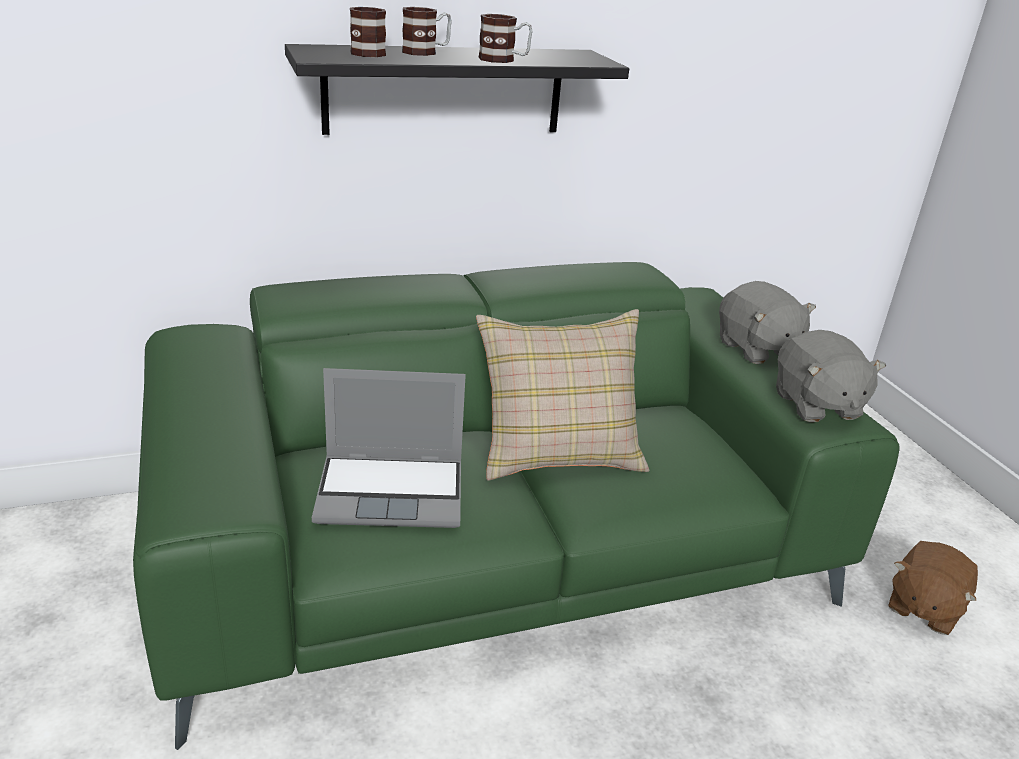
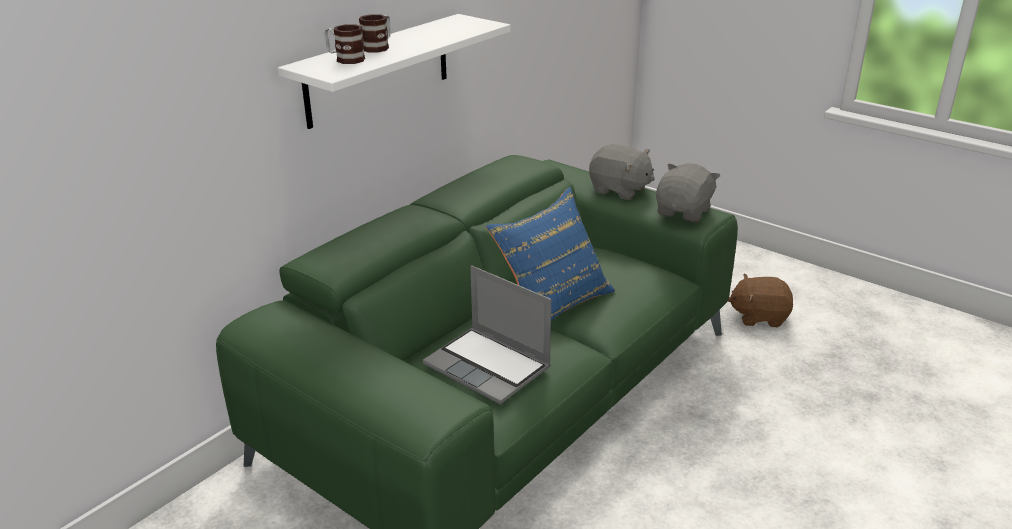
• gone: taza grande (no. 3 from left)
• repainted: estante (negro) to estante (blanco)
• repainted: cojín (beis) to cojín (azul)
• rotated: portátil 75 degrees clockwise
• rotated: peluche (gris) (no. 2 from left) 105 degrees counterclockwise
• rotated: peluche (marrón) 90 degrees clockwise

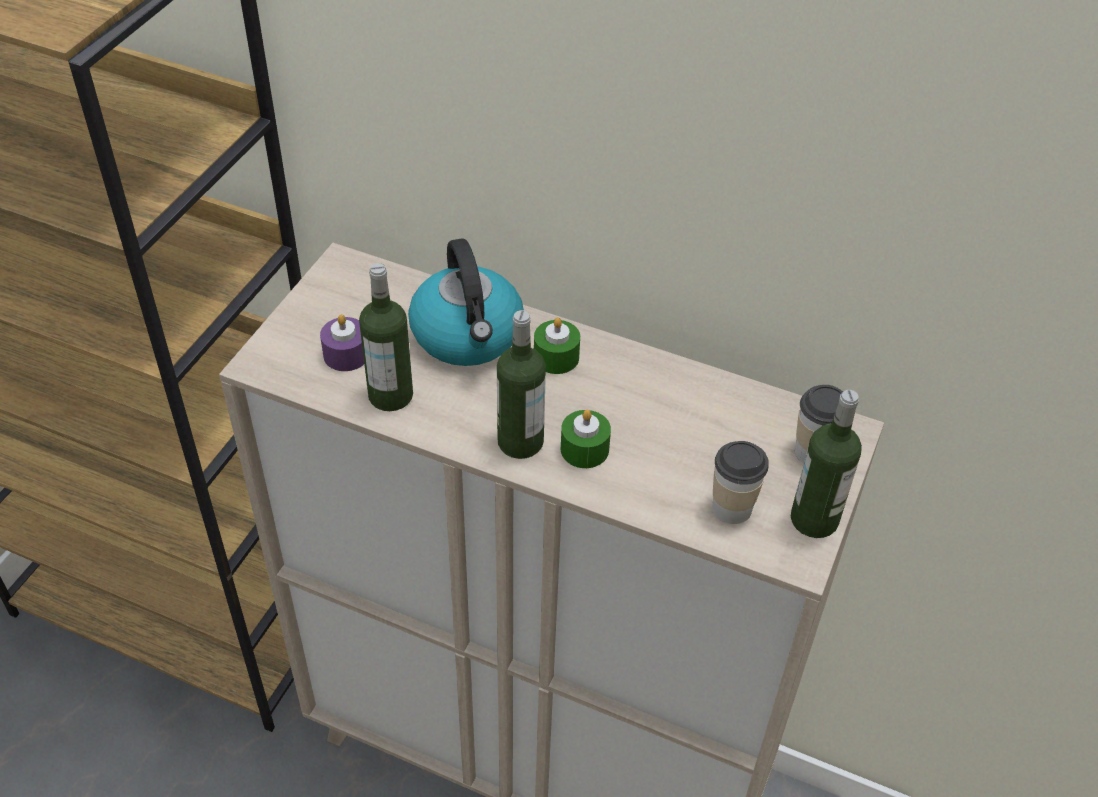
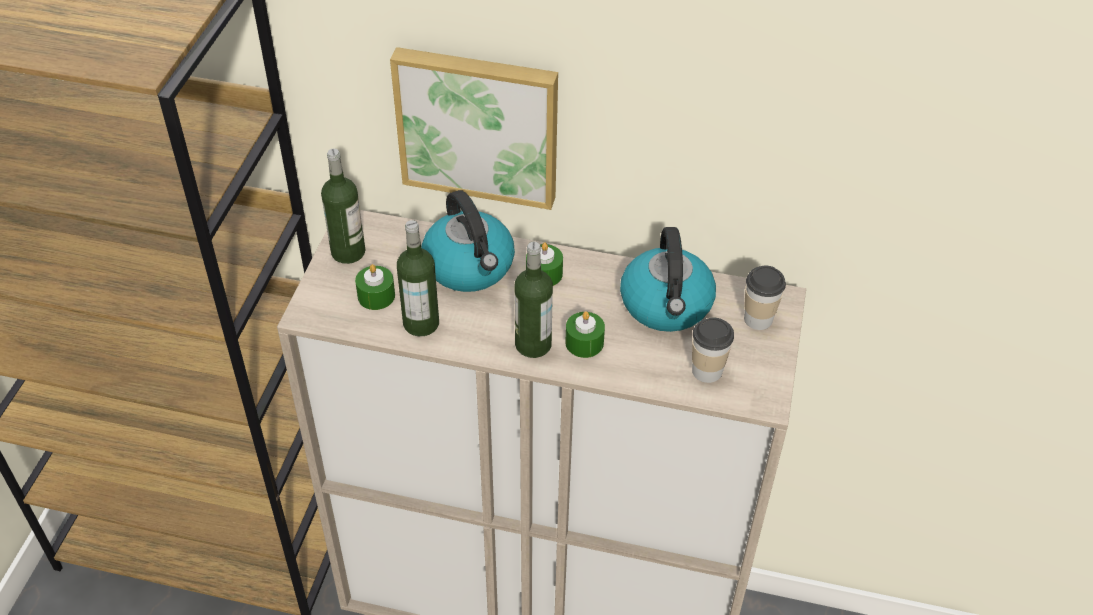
• new: cuadro
• new: hervidor (no. 2 from left)
• shifted: botella (no. 3 from left in the first image) to botella (no. 1 from left)
• repainted: vela (morado) to vela (verde) (no. 1 from left)

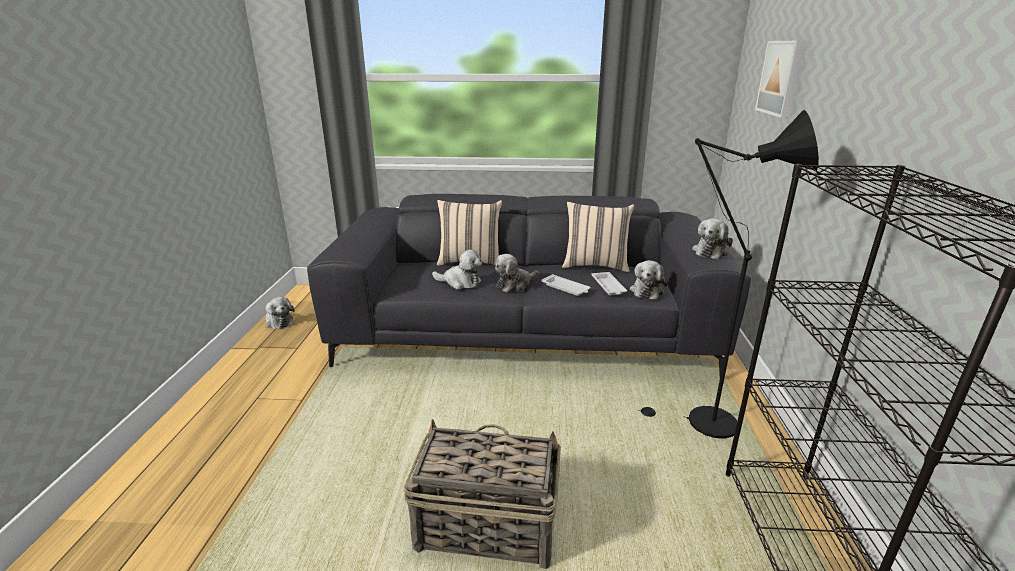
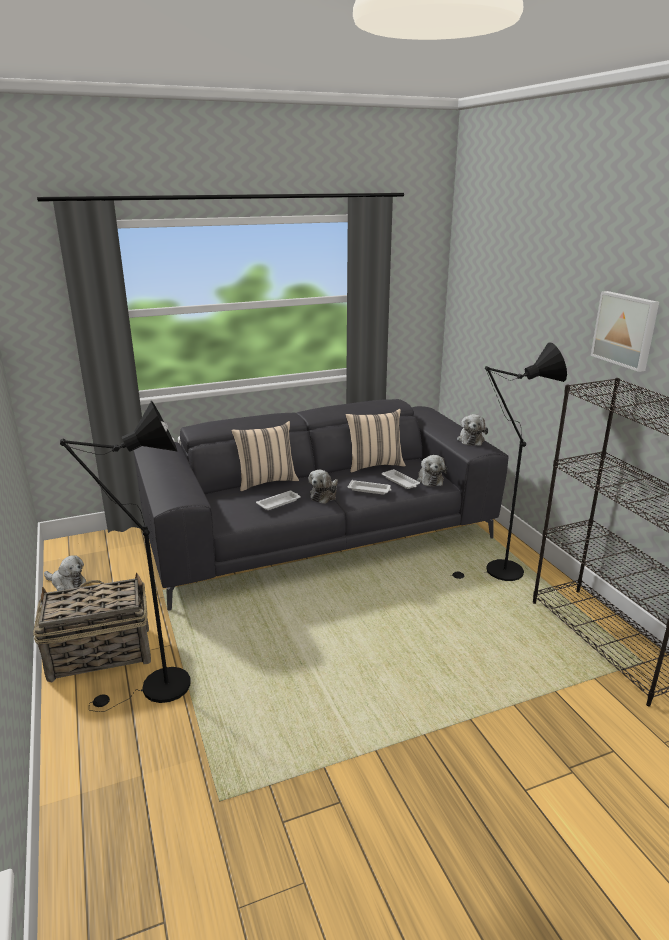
• new: lámpara de pie (negro) (no. 1 from left)
• shifted: cesta
• shifted: cuadro
• swapped: peluche (no. 2 from left) to bandeja (blanco) (no. 1 from left)

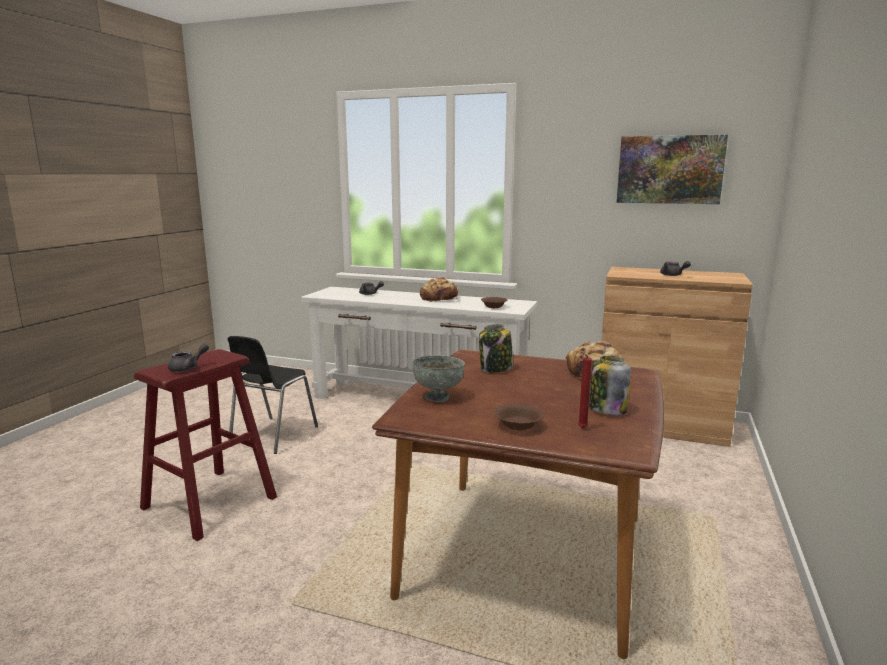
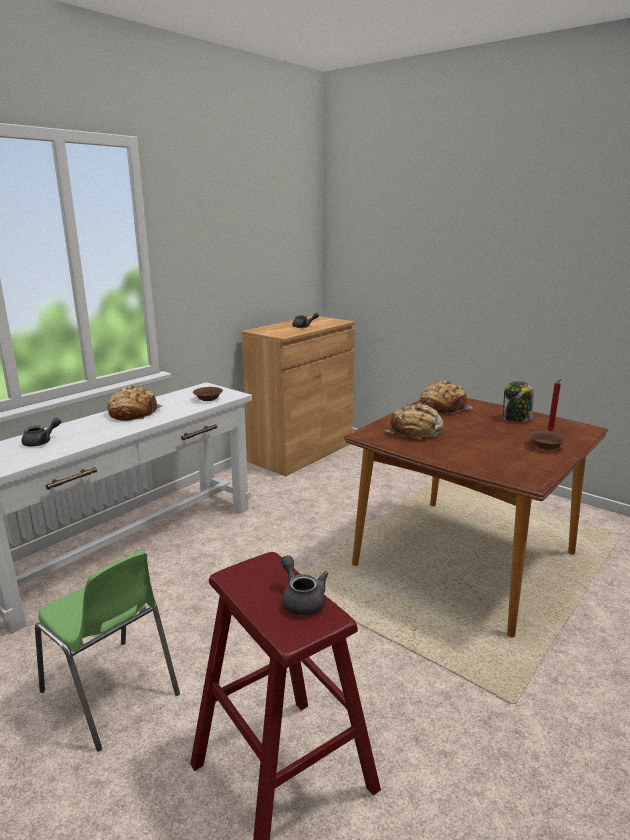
• gone: cuenco (gris)
• gone: cuadro
• swapped: tarro (no. 1 from left) to pan (no. 2 from left)
• repainted: silla (negro) to silla (verde)

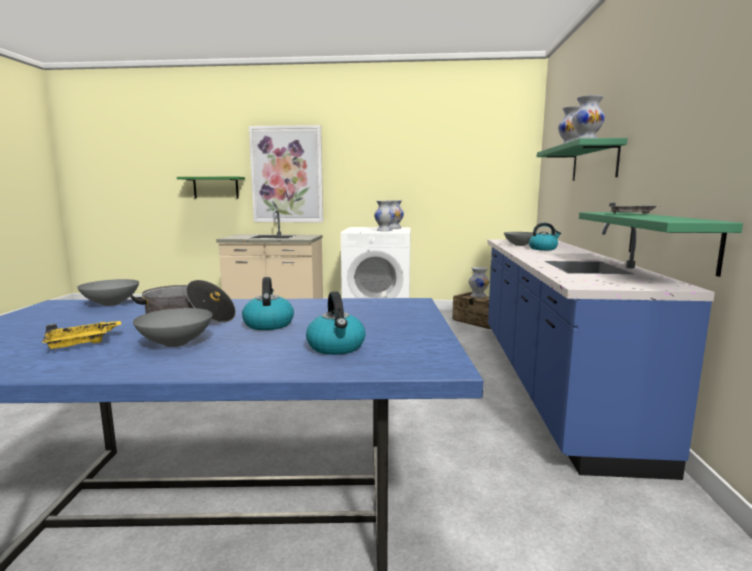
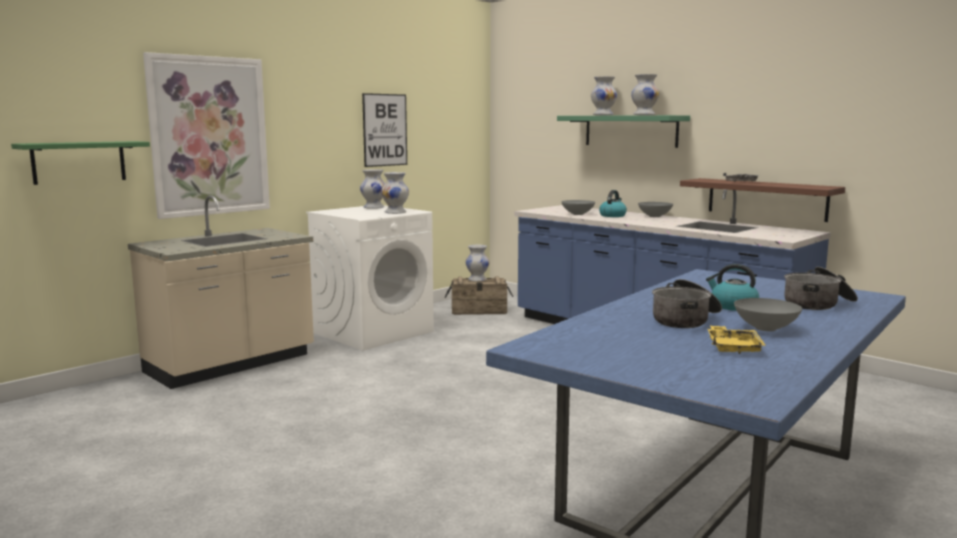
• new: cuadro (no. 2 from left)
• shifted: cuenco (gris) (no. 1 from left in the first image) to cuenco (gris) (no. 2 from left)
• swapped: hervidor (no. 2 from left) to olla (no. 2 from left)
• repainted: estante (verde) (no. 3 from left) to estante (marrón)

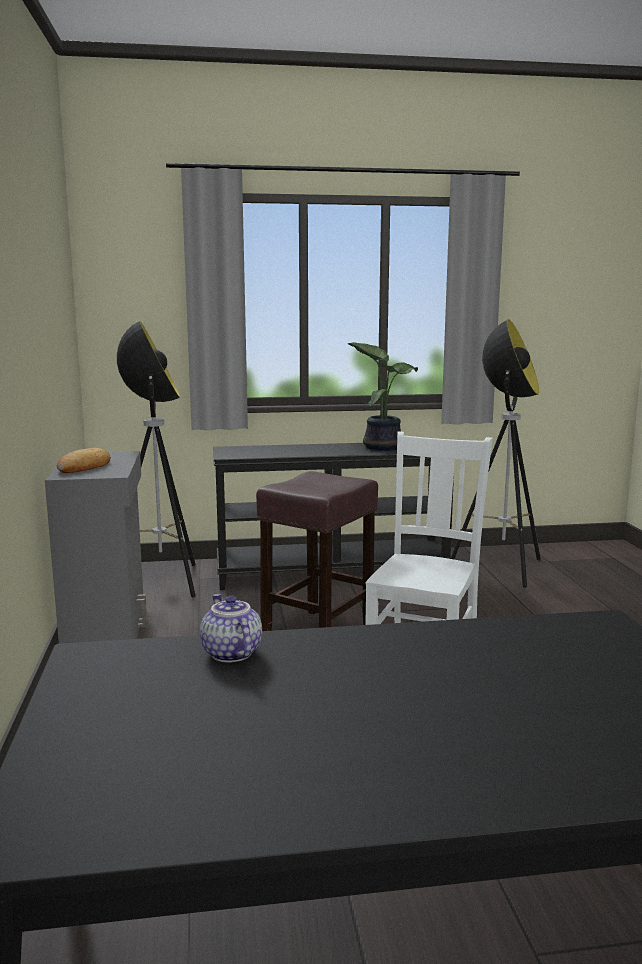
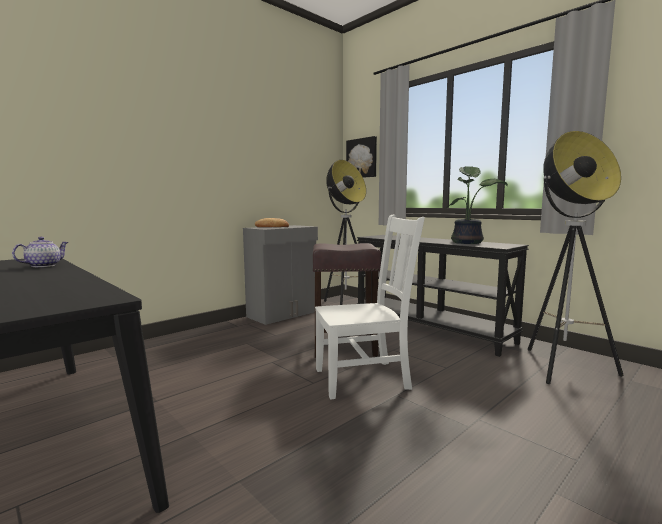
• new: cuadro

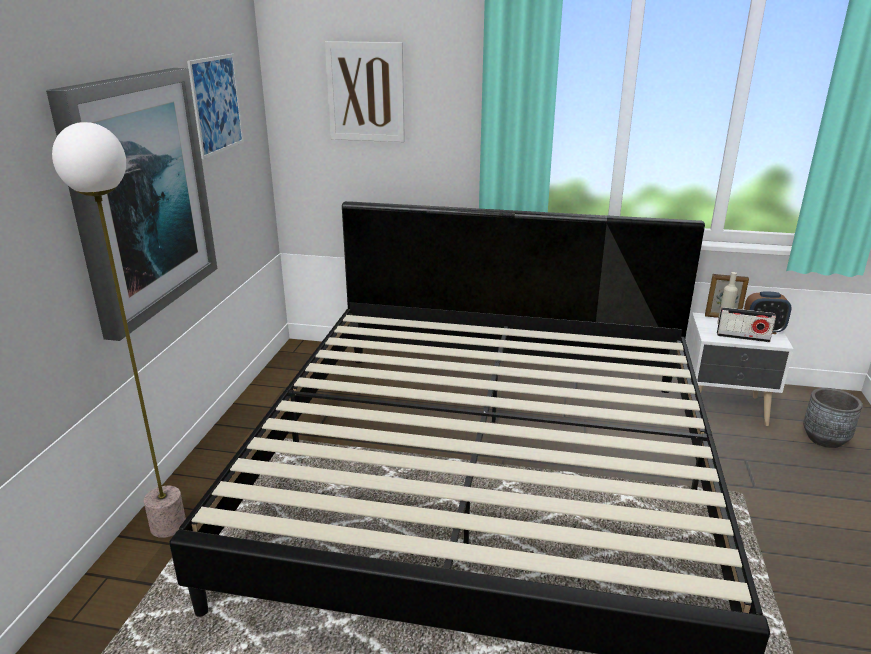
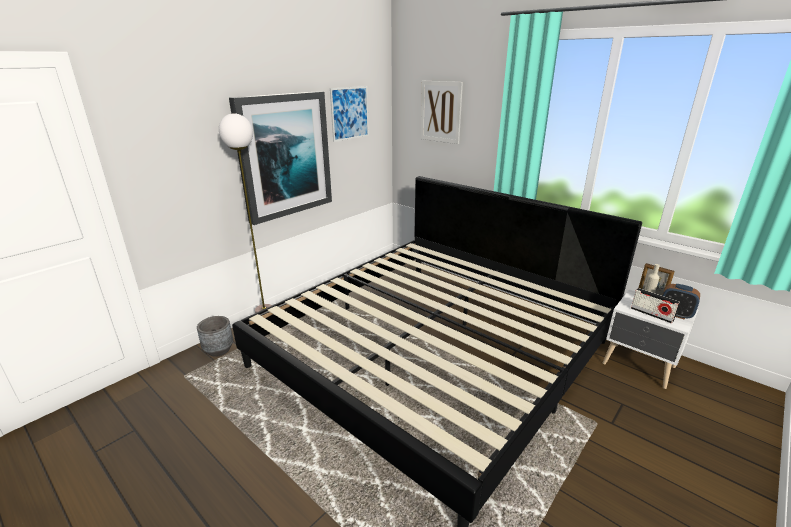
• shifted: maceta (gris)

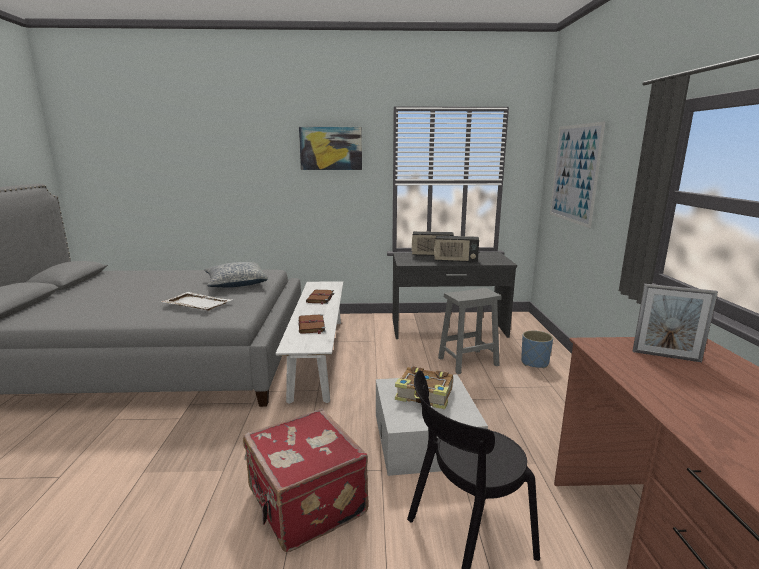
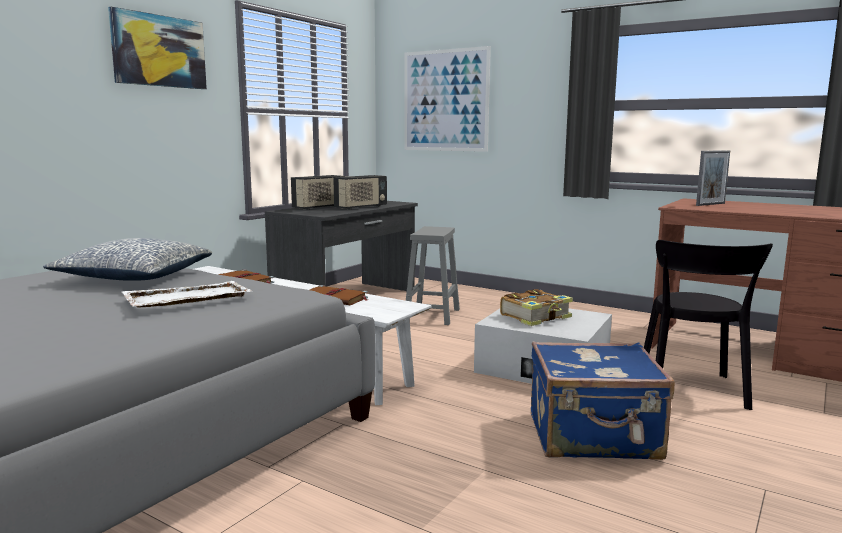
• gone: maceta (azul)
• repainted: maleta (rojo) to maleta (azul)

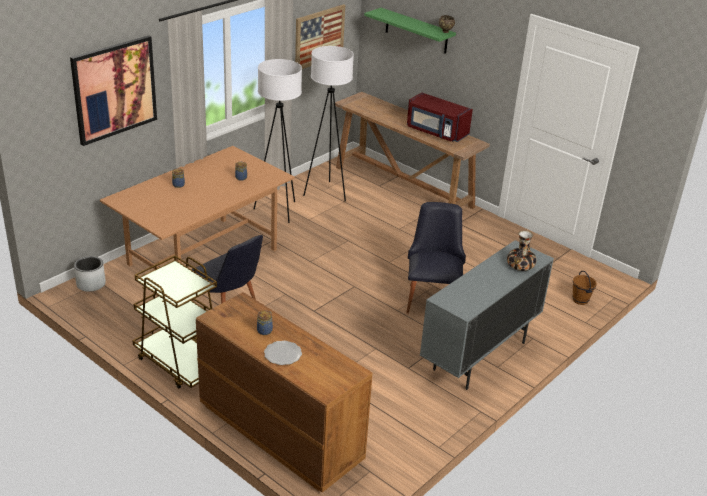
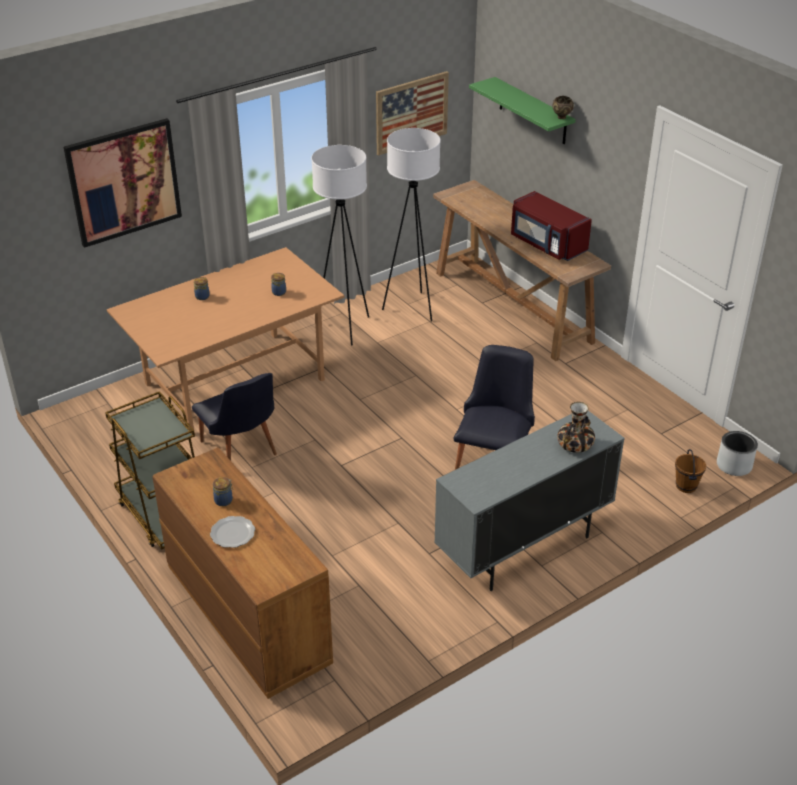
• shifted: maceta (gris)

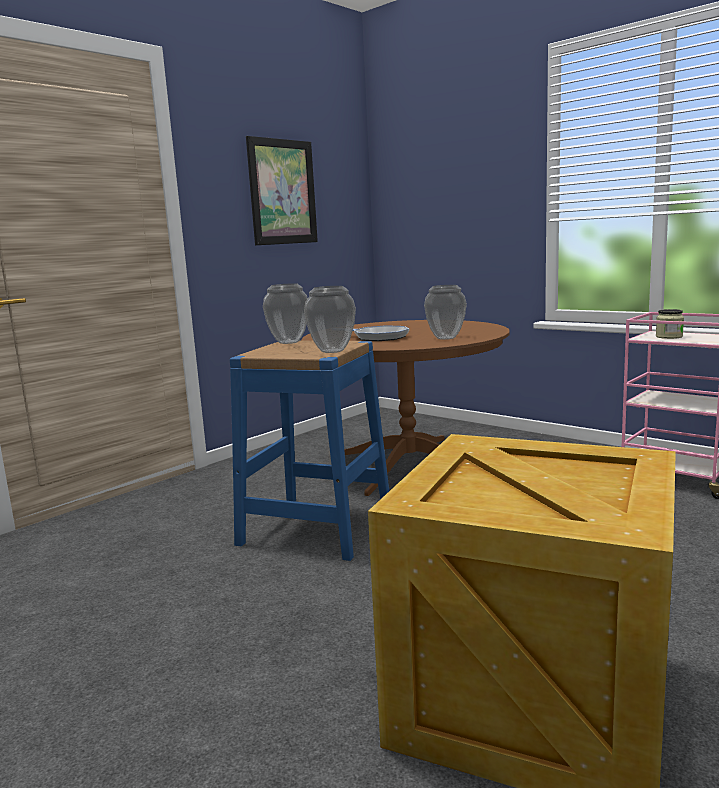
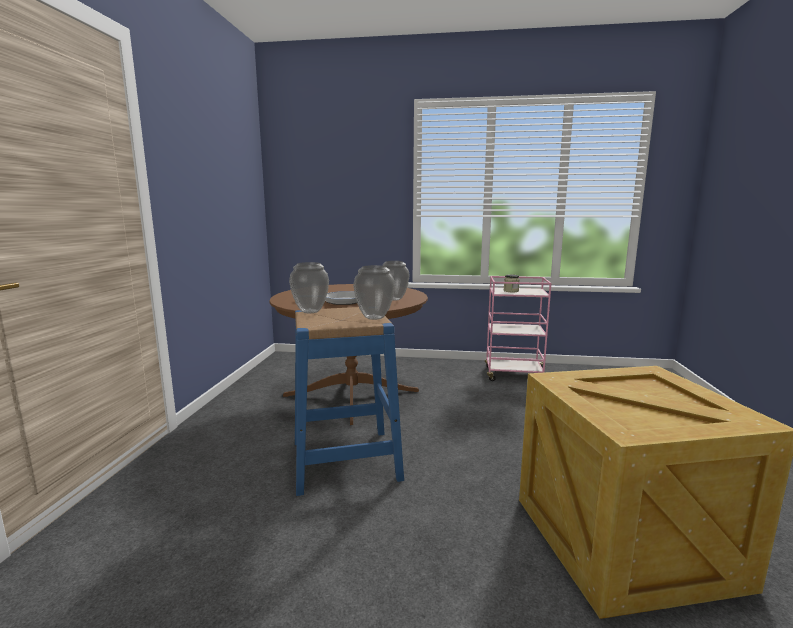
• gone: cuadro

